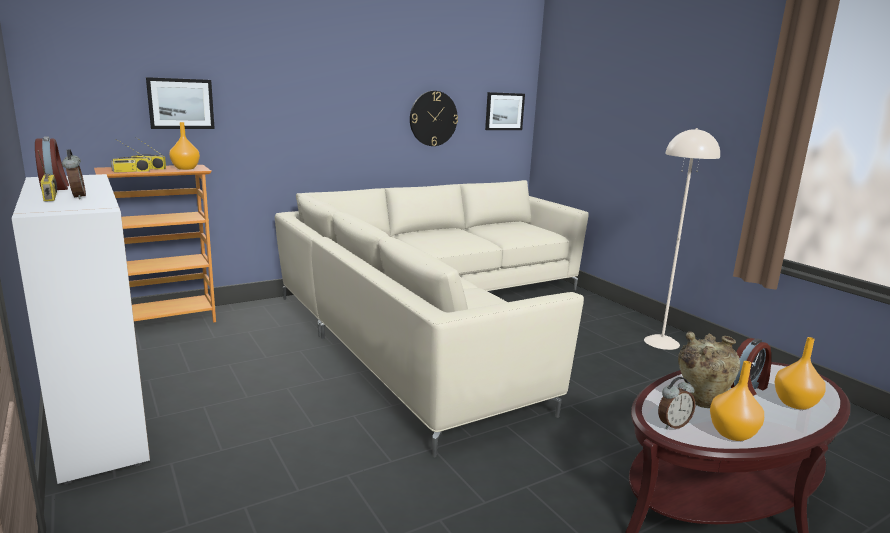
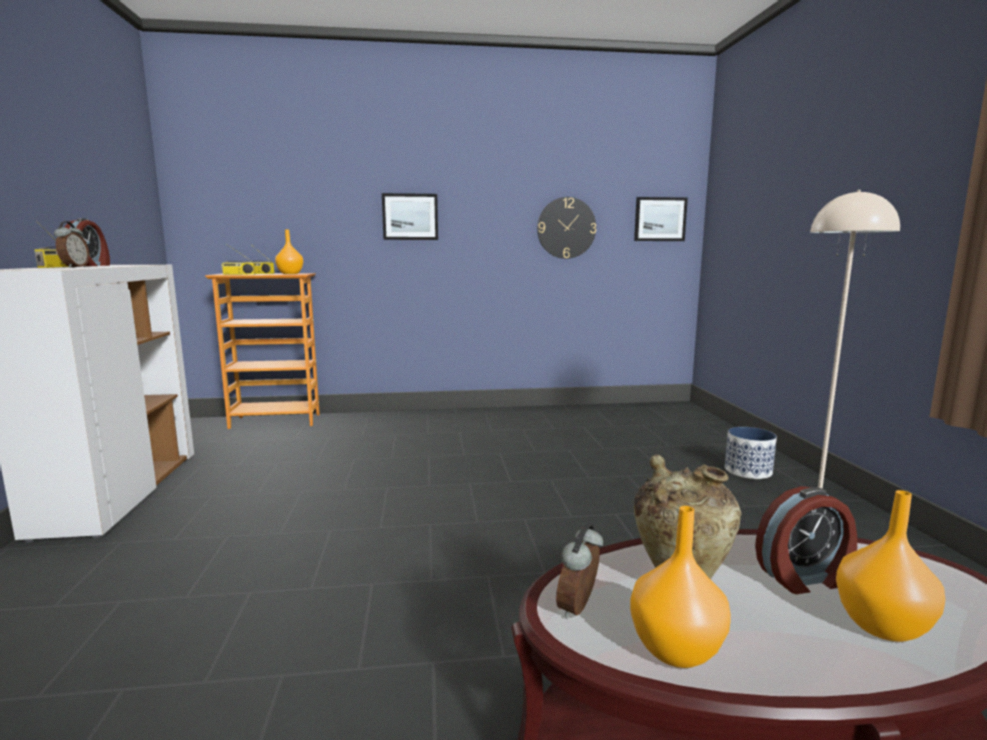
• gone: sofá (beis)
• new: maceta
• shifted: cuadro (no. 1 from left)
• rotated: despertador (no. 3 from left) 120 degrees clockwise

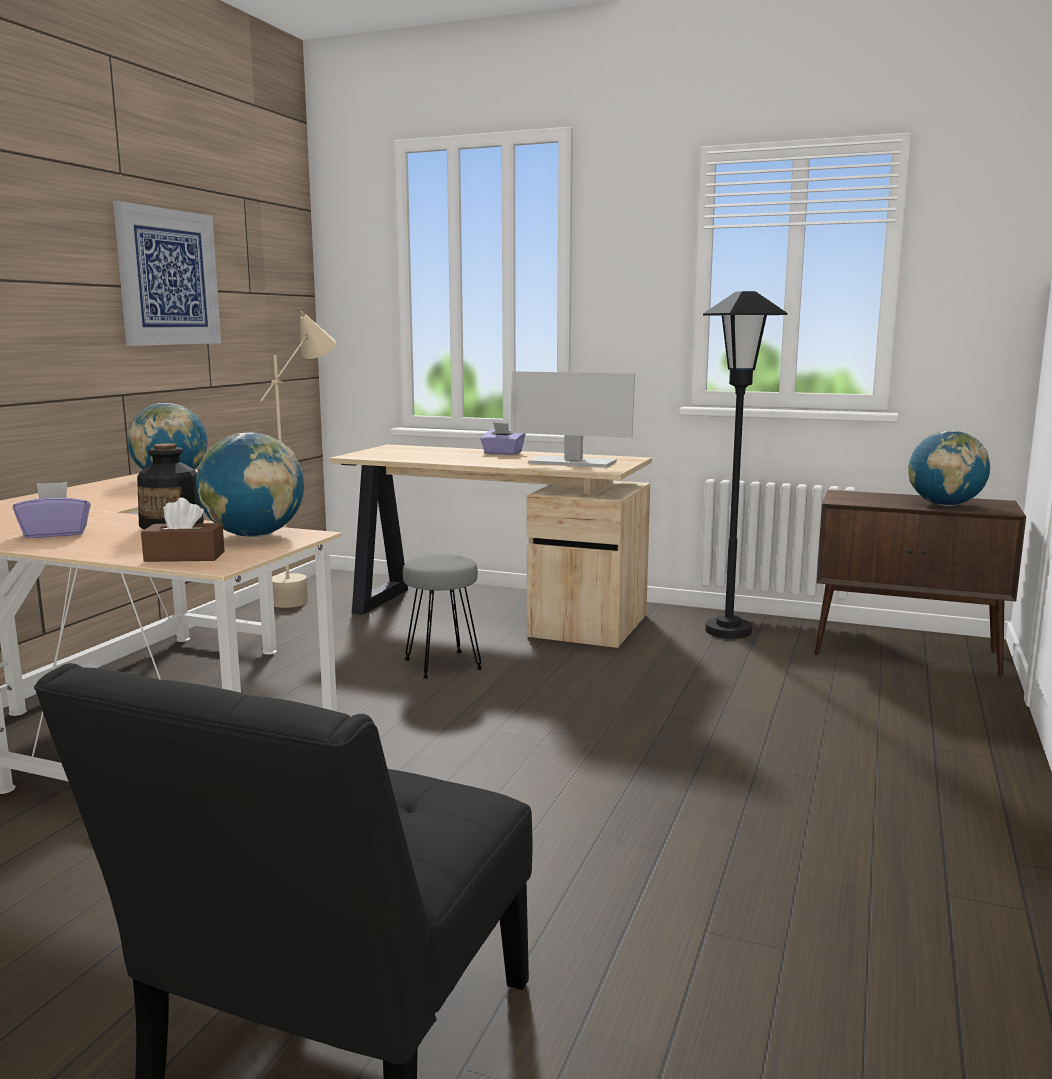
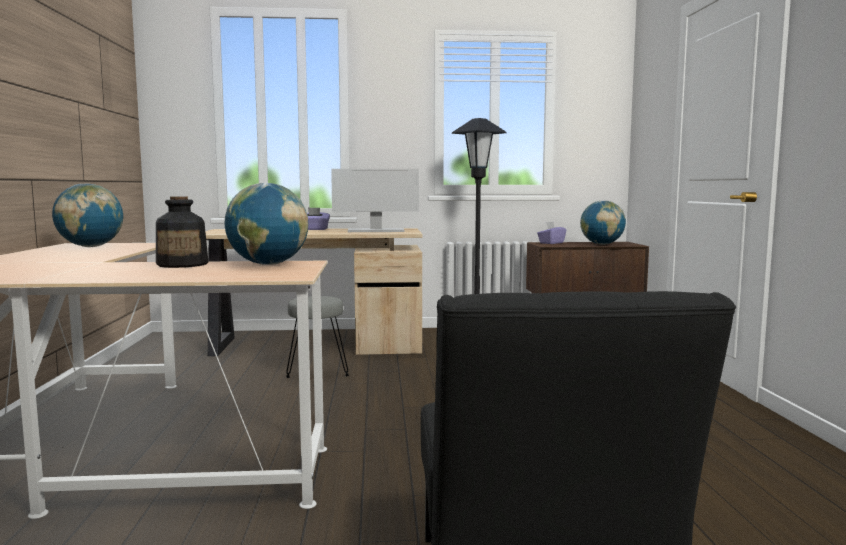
• gone: cuadro
• gone: caja de pañuelos (marrón)
• gone: lámpara de pie (beis)
• shifted: caja de pañuelos (morado) (no. 1 from left in the first image) to caja de pañuelos (morado) (no. 2 from left)

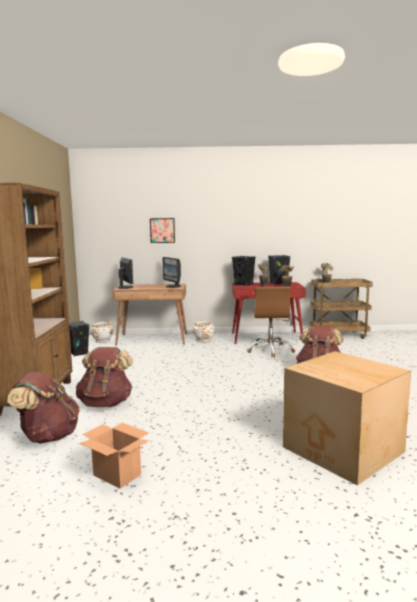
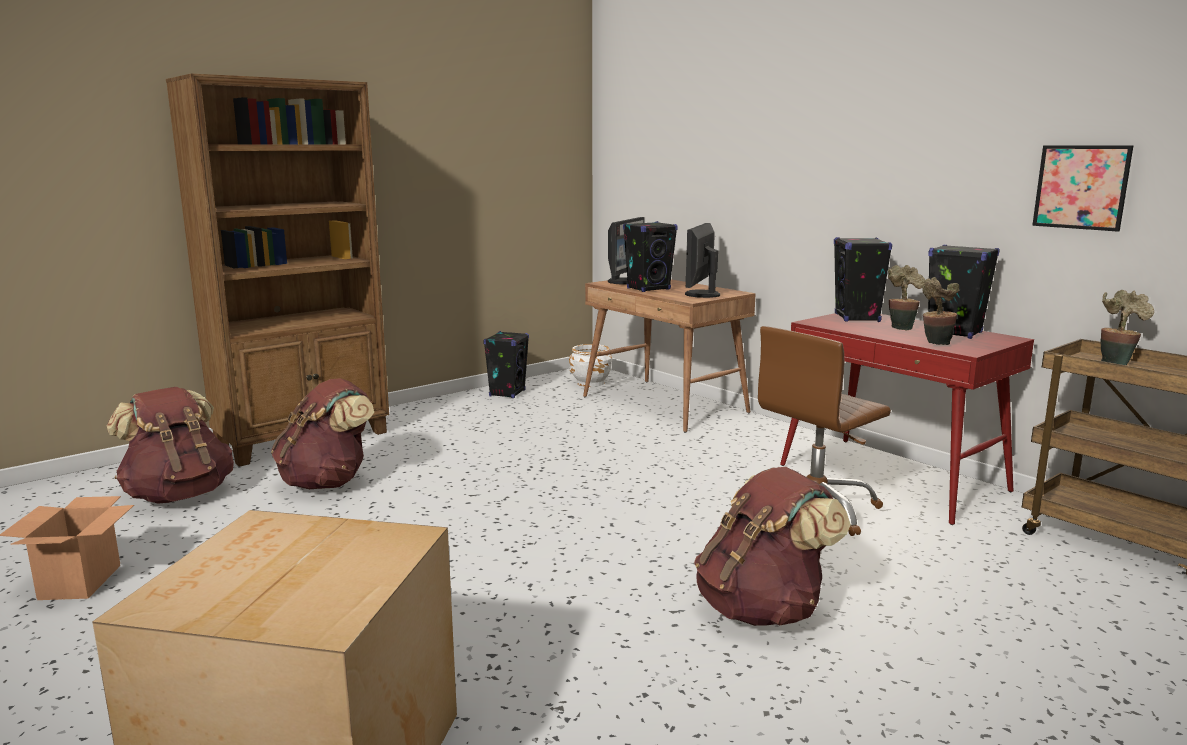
• gone: maceta (blanco) (no. 2 from left)
• new: altavoz (negro) (no. 2 from left)
• shifted: cuadro

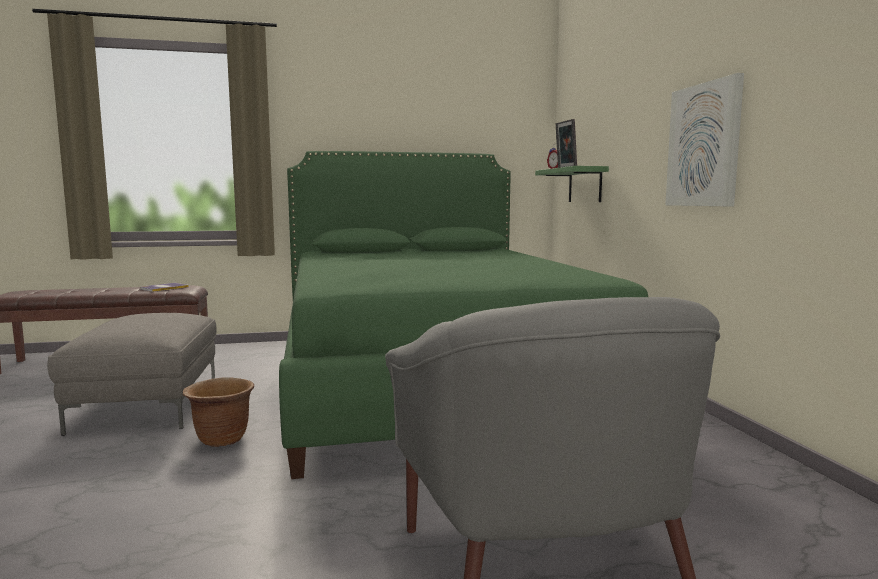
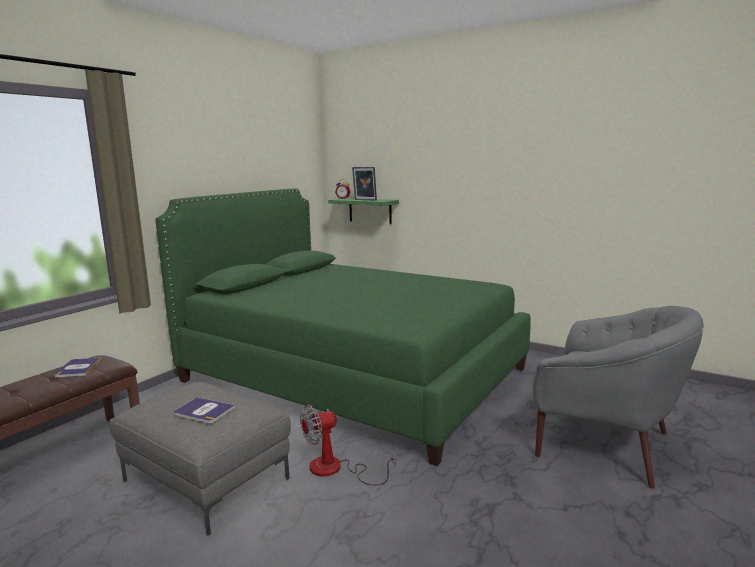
• gone: cuadro
• new: libro (no. 2 from left)
• swapped: maceta (marrón) to ventilador

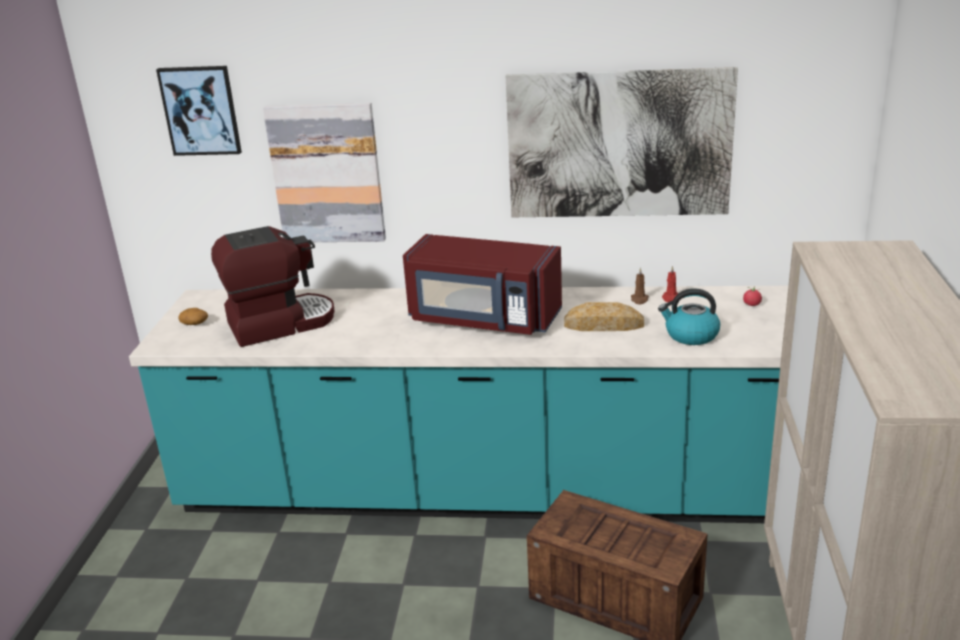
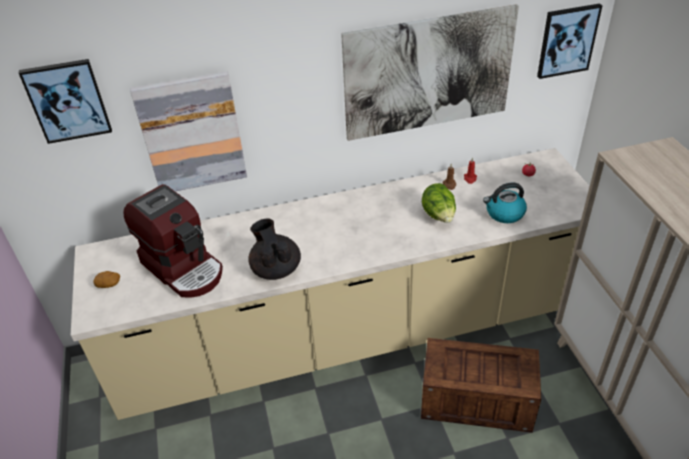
• gone: microondas (rojo)
• new: tetera (negro)
• new: cuadro (no. 4 from left)
• swapped: pan to lechuga
• repainted: mueble bajo de cocina (turquesa) to mueble bajo de cocina (beis)
• rotated: cafetera 90 degrees clockwise

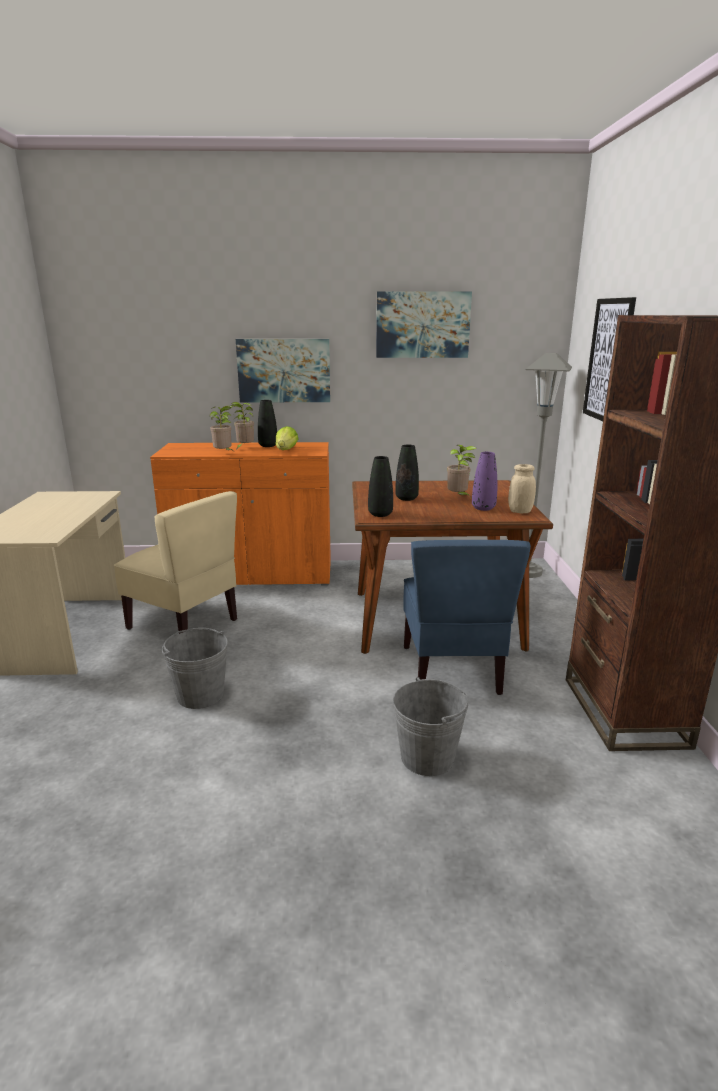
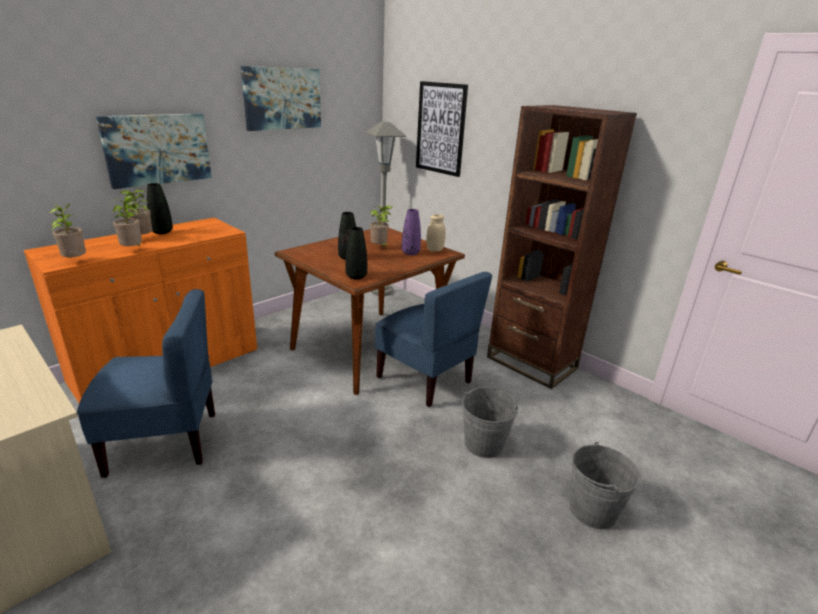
• gone: lechuga
• new: planta en maceta (no. 1 from left)
• shifted: cubo (gris) (no. 1 from left in the first image) to cubo (gris) (no. 2 from left)
• repainted: silla (beis) to silla (azul) (no. 1 from left)

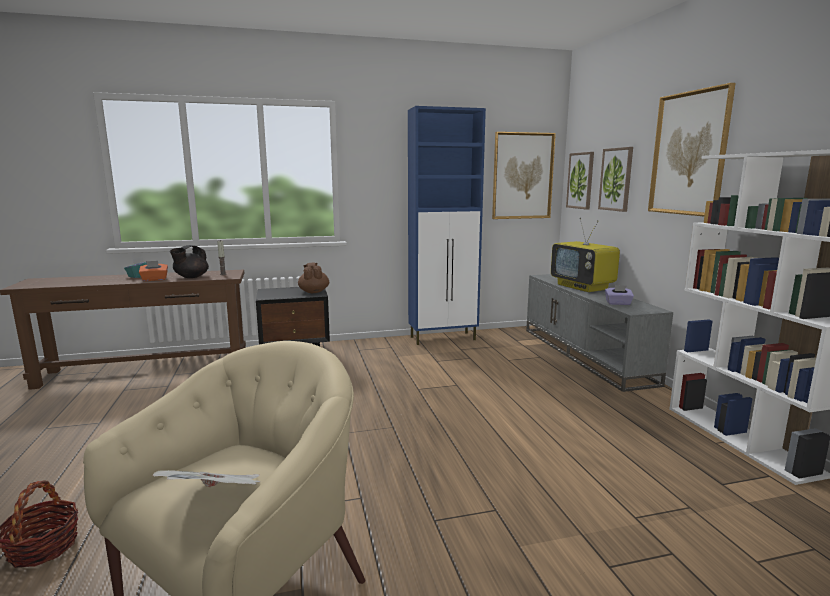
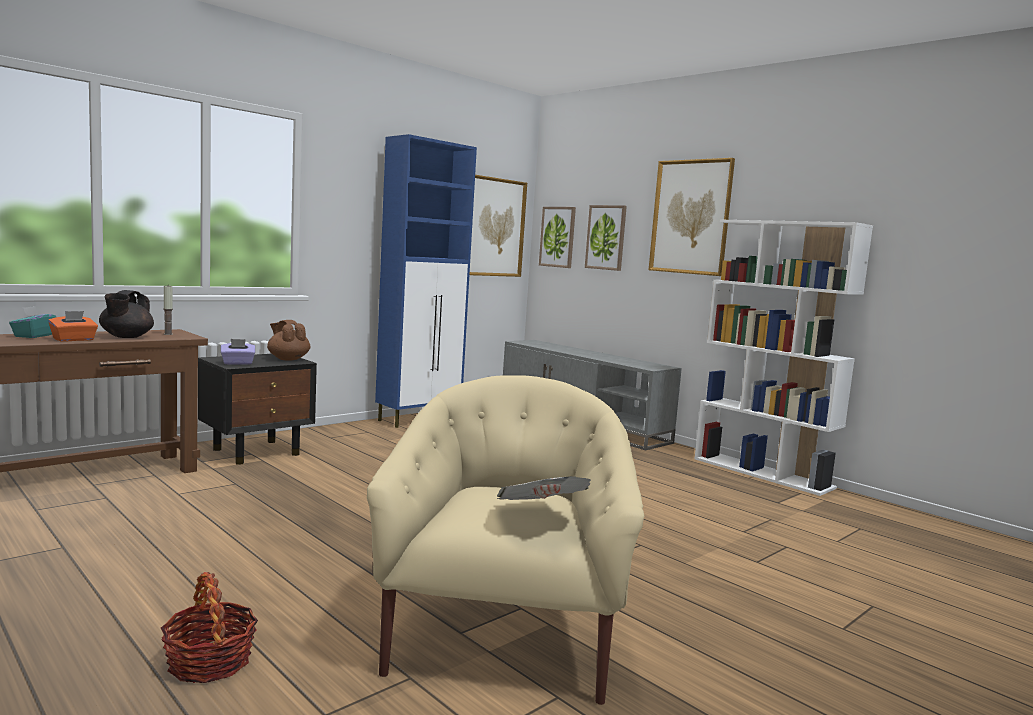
• gone: televisor
• shifted: caja de pañuelos (morado)

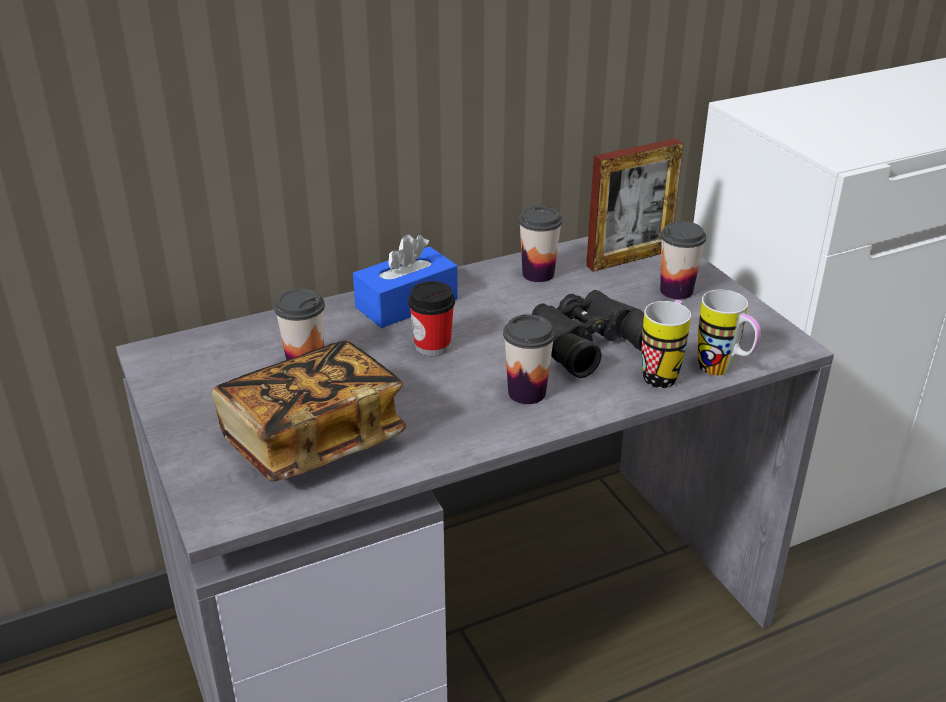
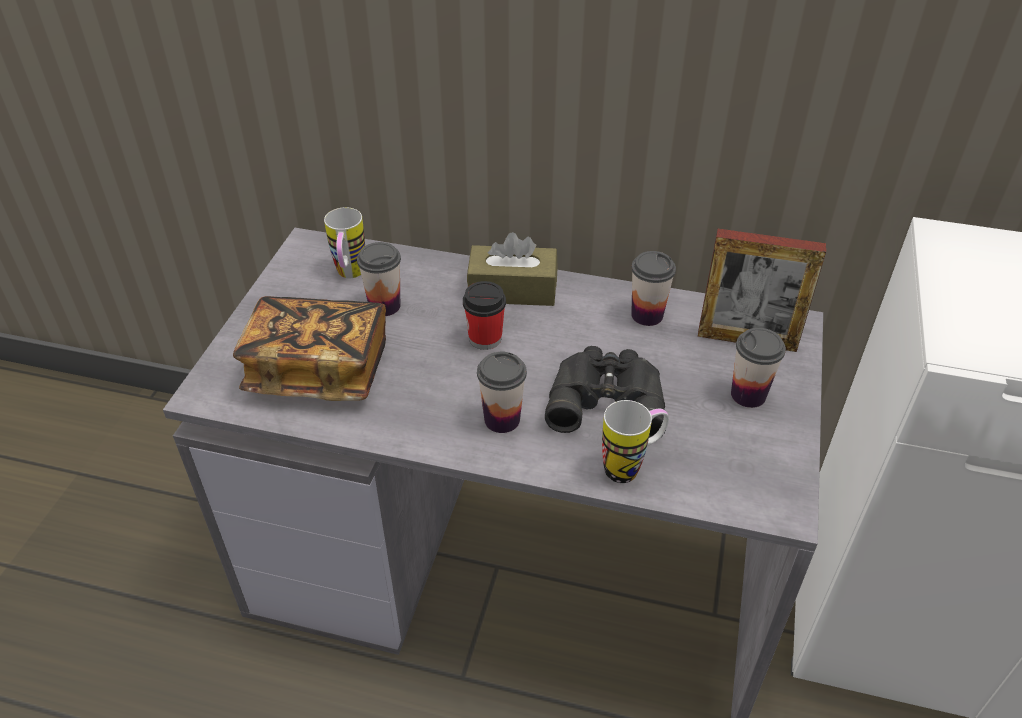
• shifted: taza grande (no. 2 from left in the first image) to taza grande (no. 1 from left)
• repainted: caja de pañuelos (azul) to caja de pañuelos (marrón)

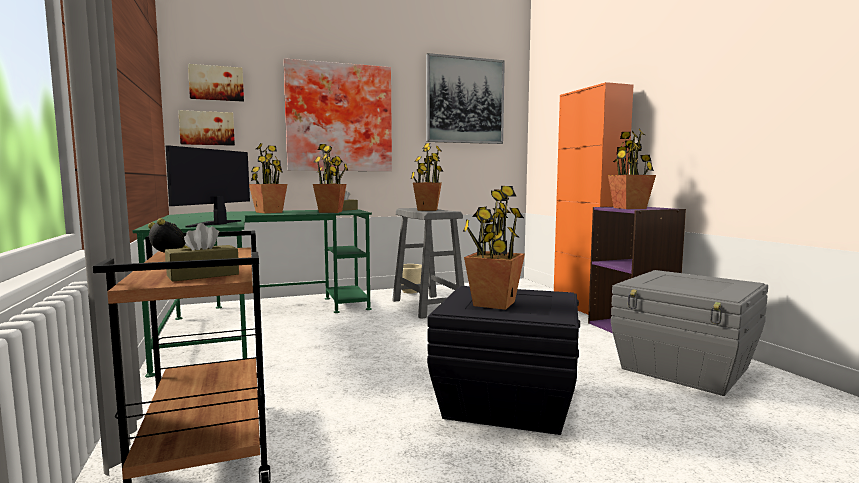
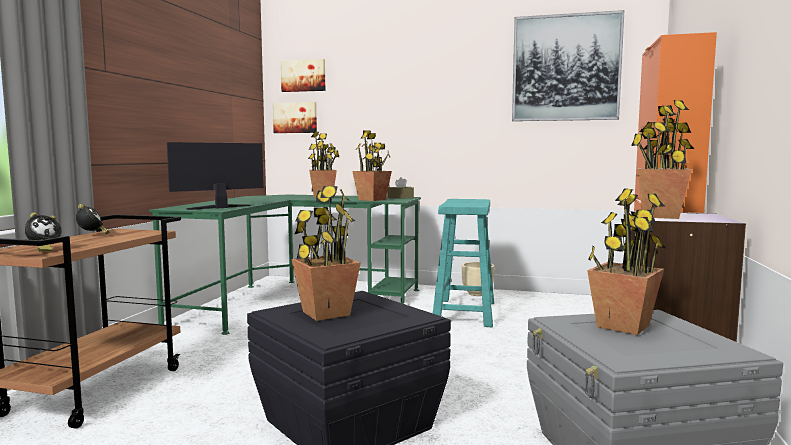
• gone: cuadro (no. 3 from left)
• shifted: planta en maceta (no. 3 from left in the first image) to planta en maceta (no. 4 from left)
• swapped: caja de pañuelos (marrón) (no. 1 from left) to despertador (no. 1 from left)
• repainted: taburete (gris) to taburete (turquesa)

